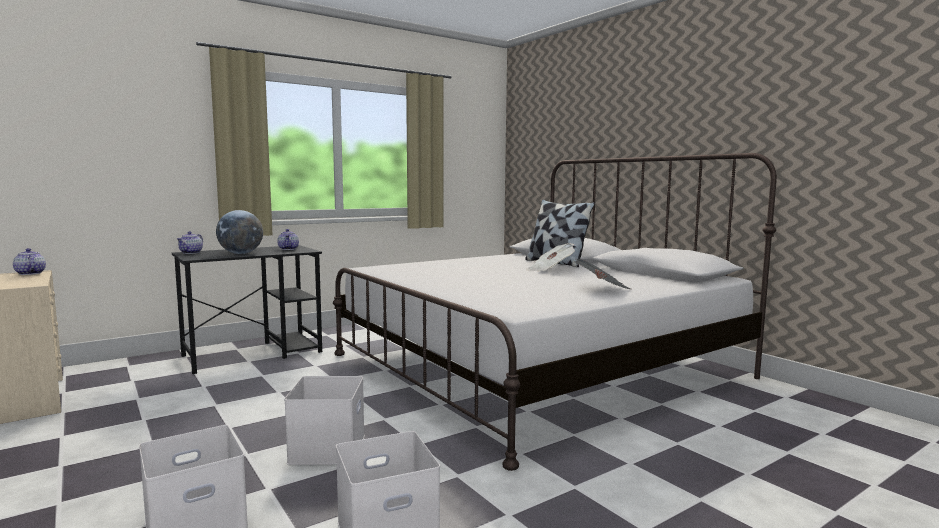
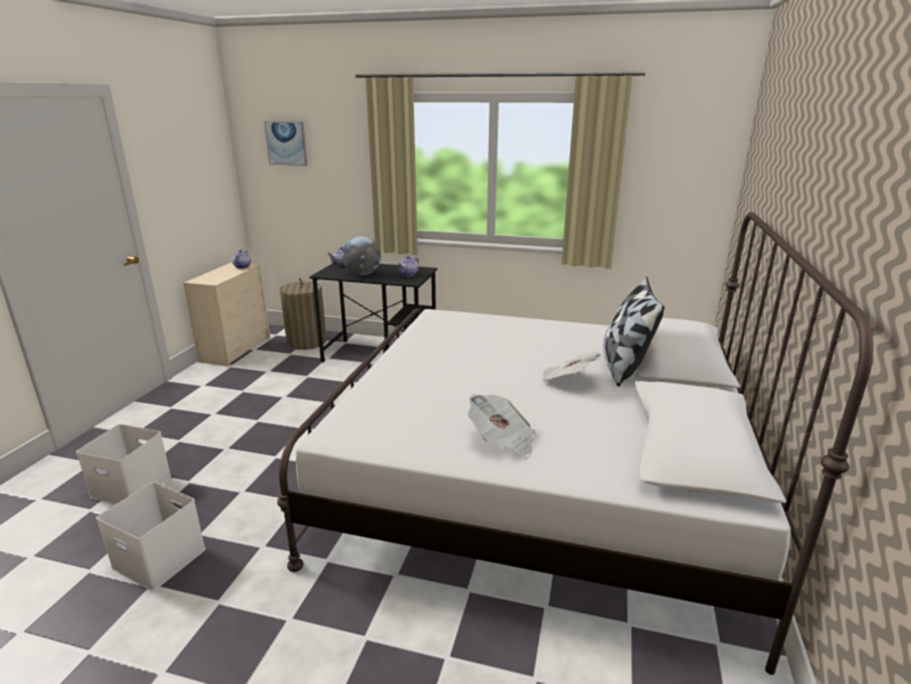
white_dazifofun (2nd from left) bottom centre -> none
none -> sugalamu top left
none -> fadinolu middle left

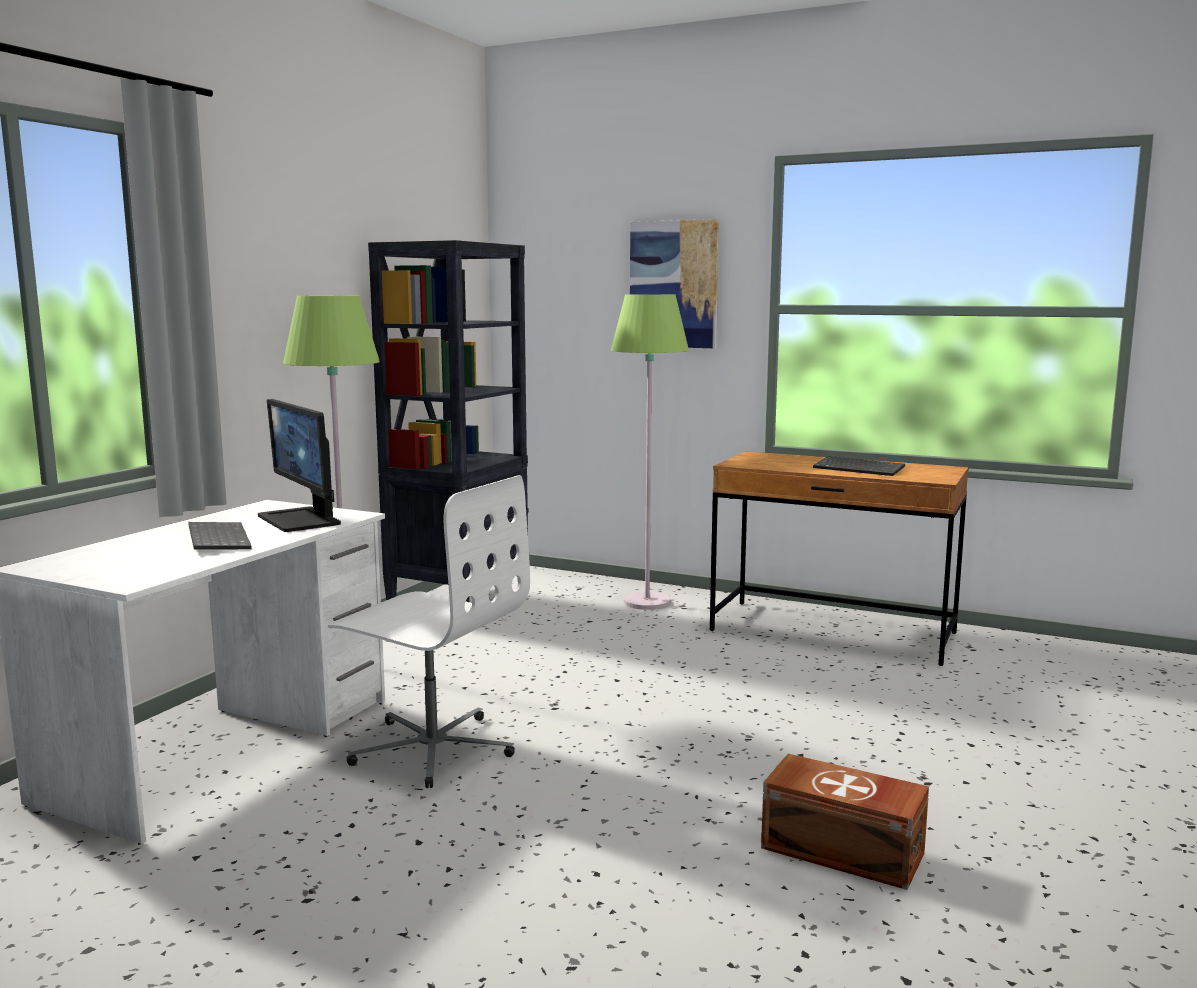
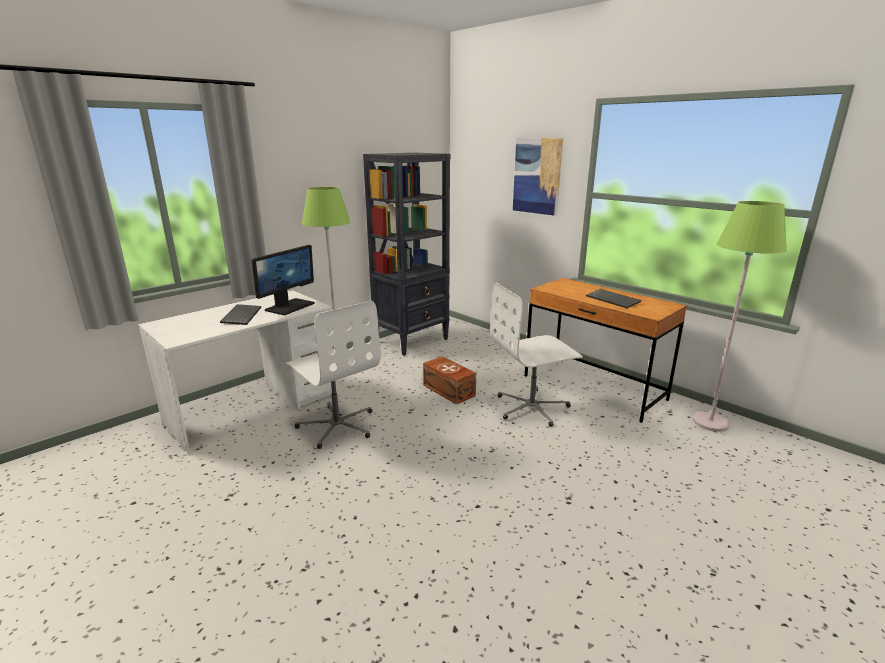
none -> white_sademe (2nd from left) centre
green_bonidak (2nd from left) centre -> green_bonidak (2nd from left) middle right, move
brown_dazifofun bottom right -> brown_dazifofun centre, move
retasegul middle left, 135 degrees counterclockwise

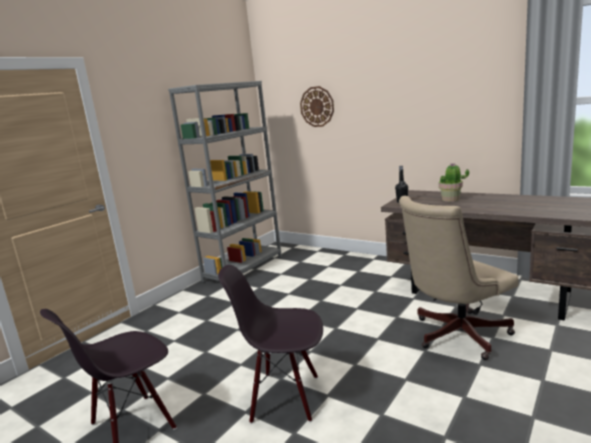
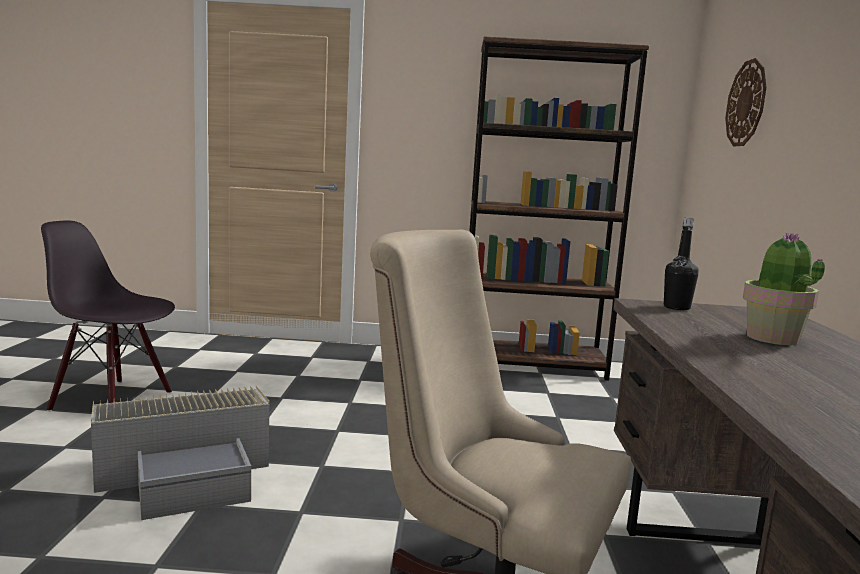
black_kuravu (2nd from left) bottom centre -> grey_dazifofun bottom left
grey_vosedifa centre -> brown_vosedifa centre

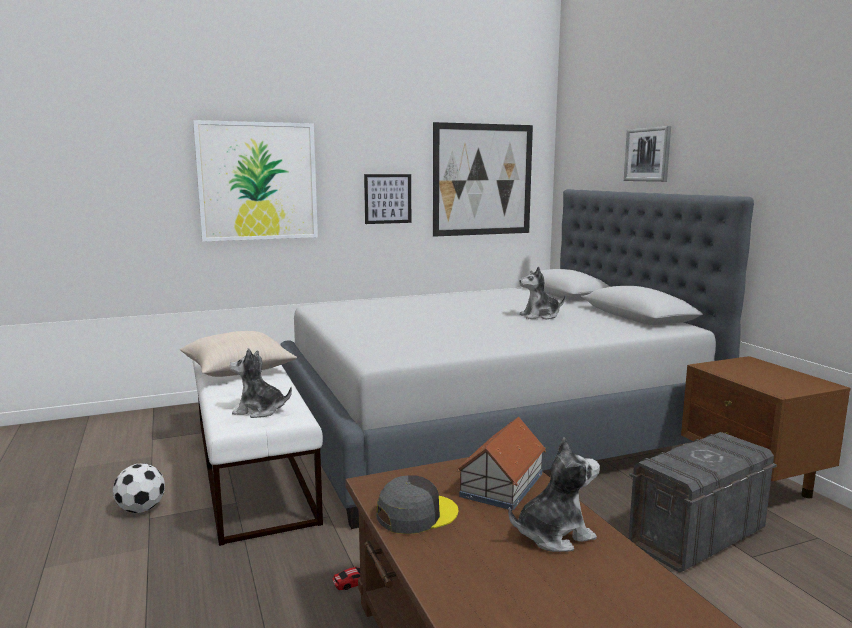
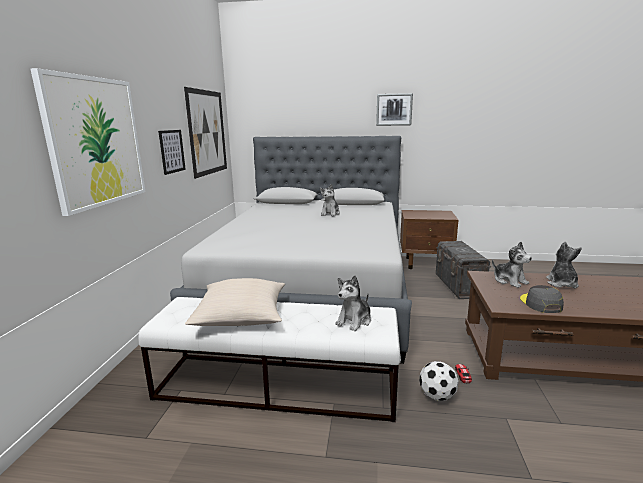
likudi bottom left -> likudi bottom right, move
sugalamu (4th from left) top right -> sugalamu (4th from left) top centre, move
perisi bottom centre -> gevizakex (3rd from left) middle right

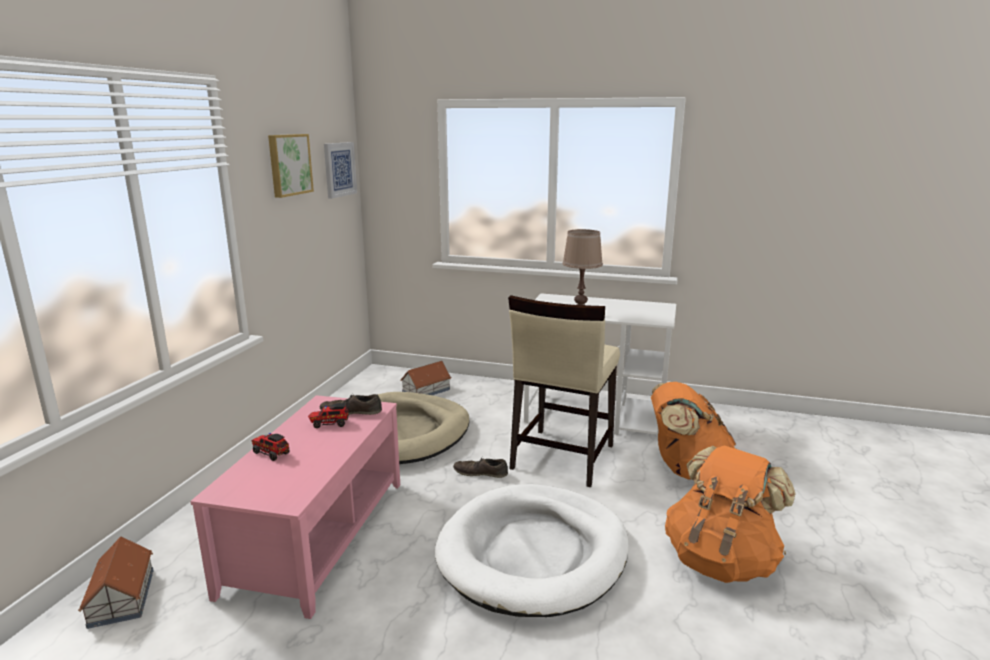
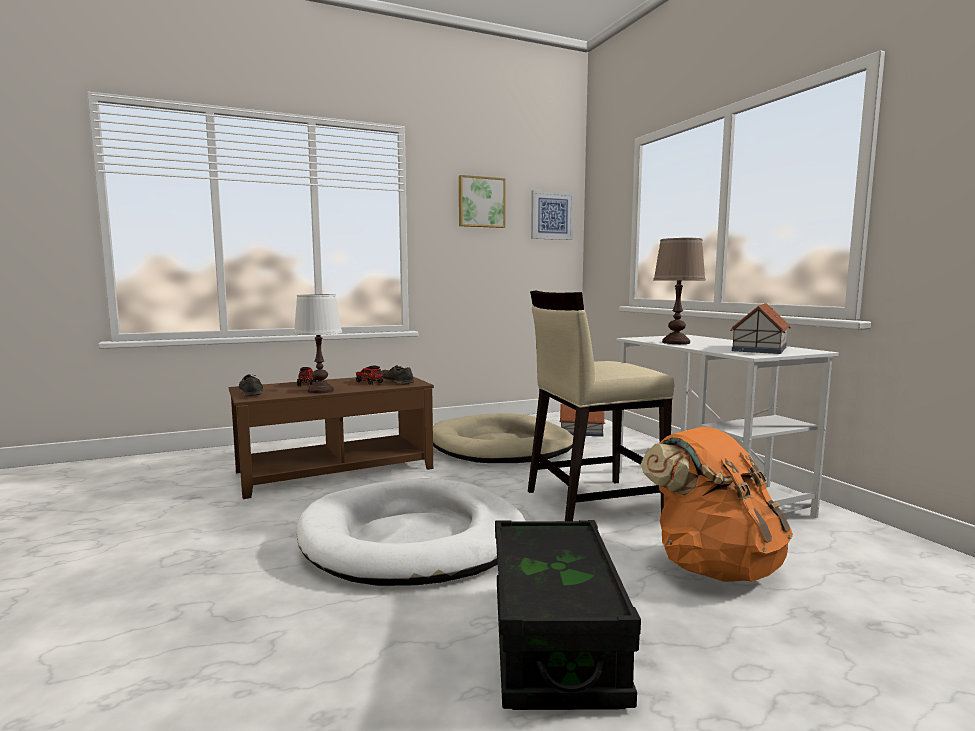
none -> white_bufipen middle left
perisi (1st from left in the first image) bottom left -> perisi (2nd from left) middle right, move
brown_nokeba (2nd from left in the first image) bottom centre -> brown_nokeba (1st from left) middle left, move
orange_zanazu (2nd from left) bottom right -> black_dazifofun bottom centre
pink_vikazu bottom left -> brown_vikazu centre

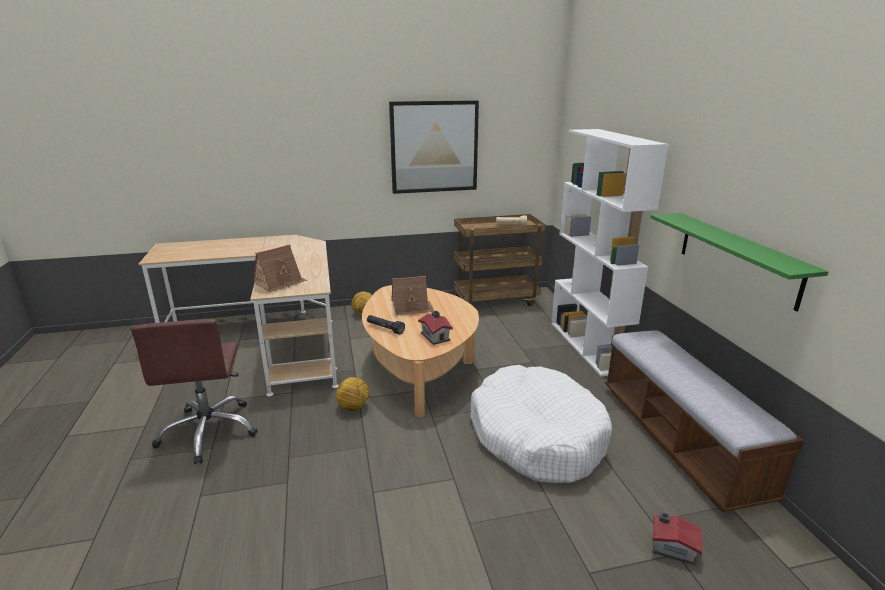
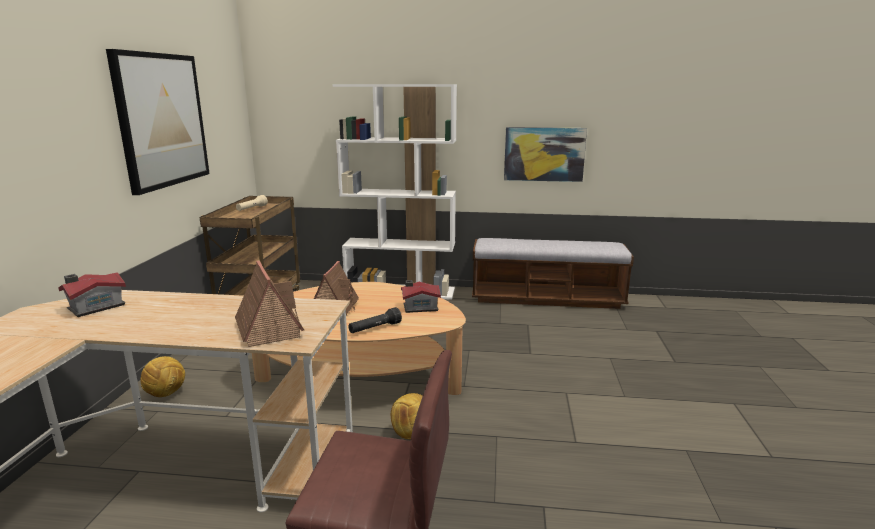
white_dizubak bottom centre -> none
perisi (4th from left in the first image) bottom right -> perisi (1st from left) middle left, move
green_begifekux middle right -> sugalamu (2nd from left) top centre

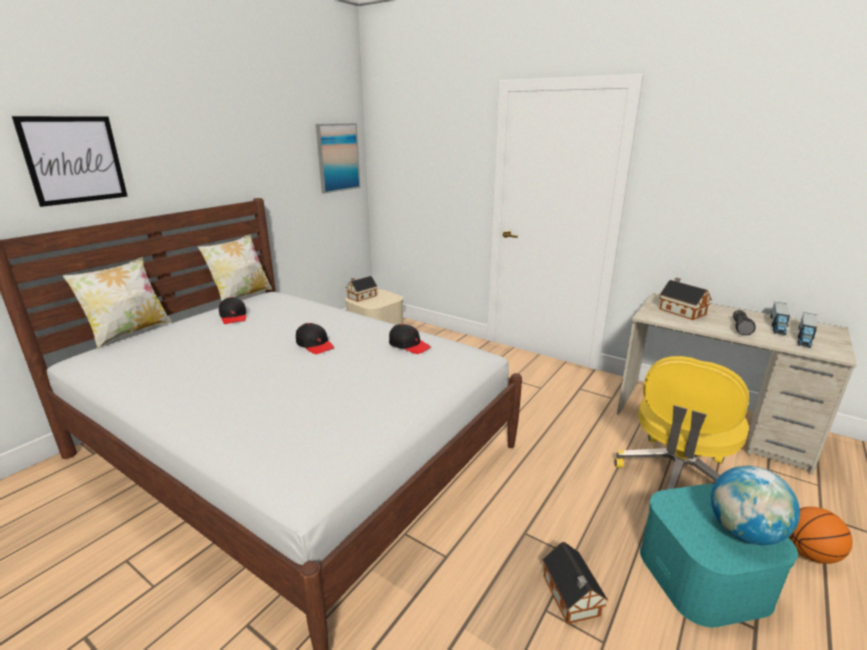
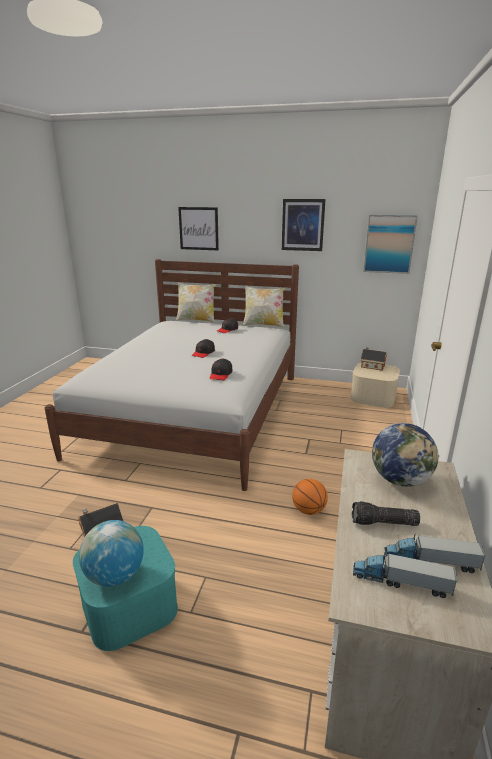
yellow_sademe middle right -> none
none -> sugalamu (2nd from left) top centre
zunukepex bottom right -> zunukepex centre, move
perisi (3rd from left) middle right -> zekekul (2nd from left) middle right

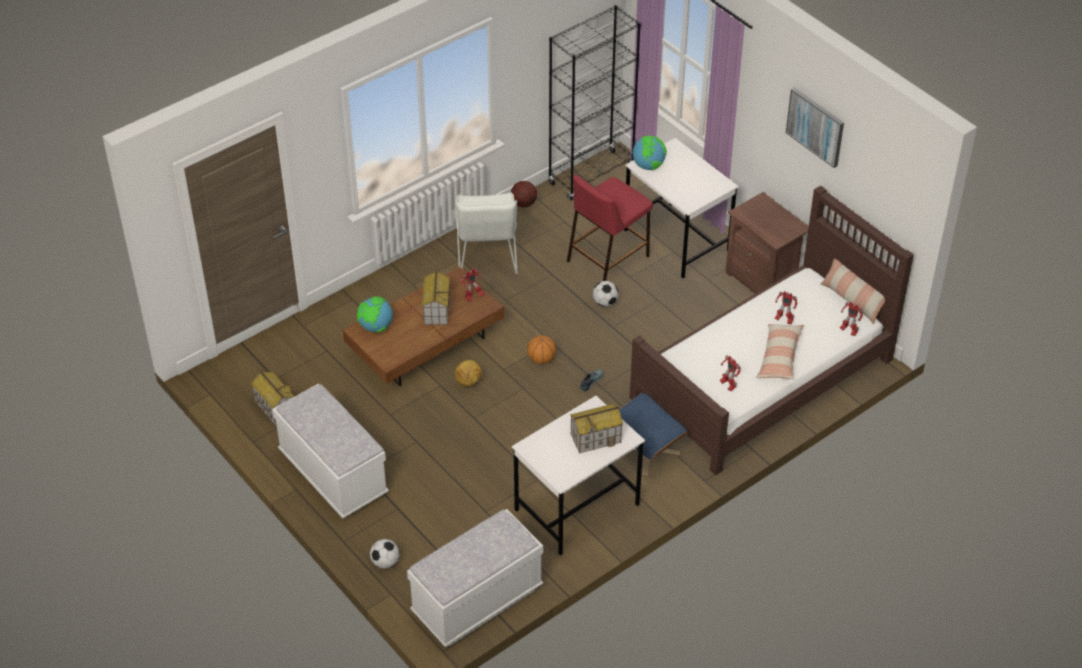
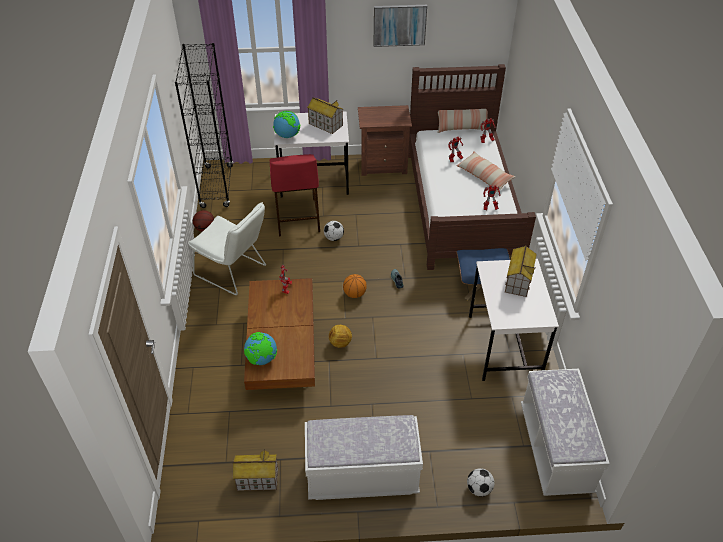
perisi (2nd from left) centre -> perisi (2nd from left) top centre, move

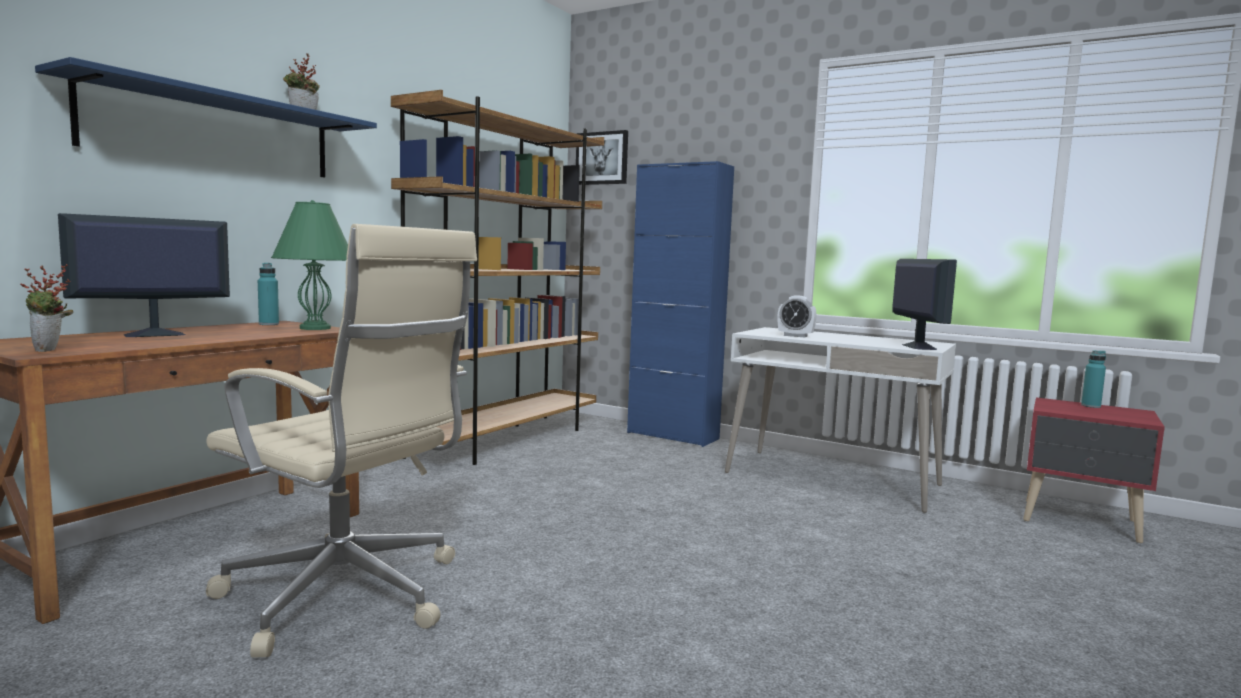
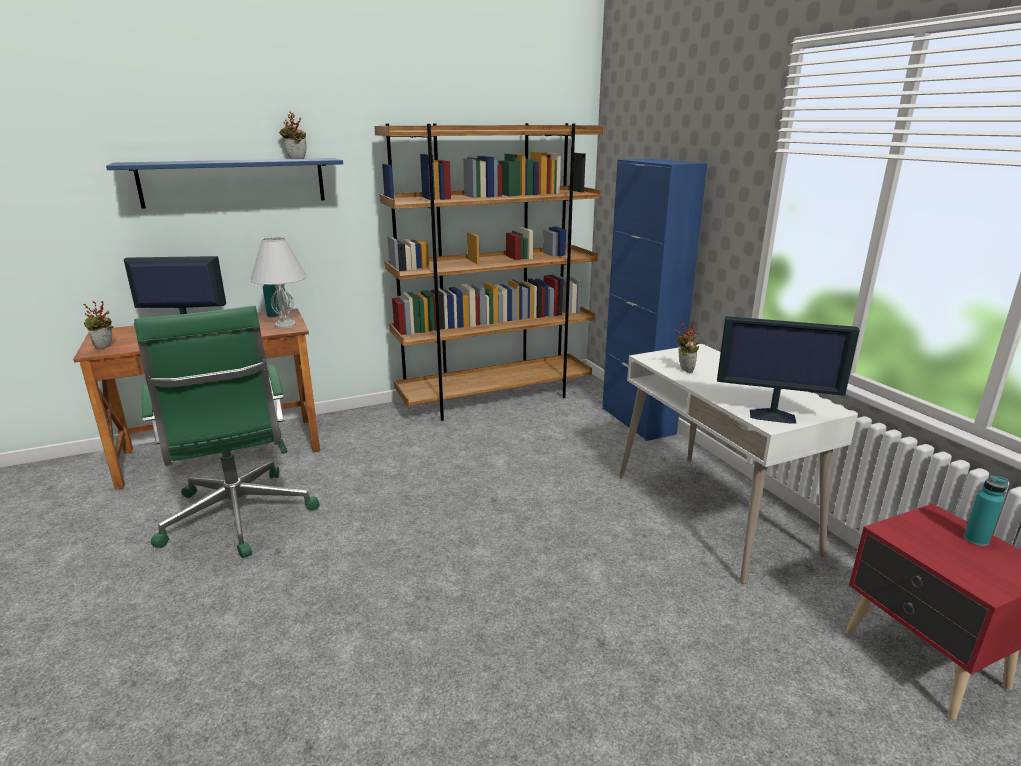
sugalamu top centre -> none
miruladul centre -> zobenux (3rd from left) middle right
beige_sademe middle left -> green_sademe middle left
green_bufipen middle left -> white_bufipen middle left
retasegul (2nd from left) middle right, 75 degrees clockwise

